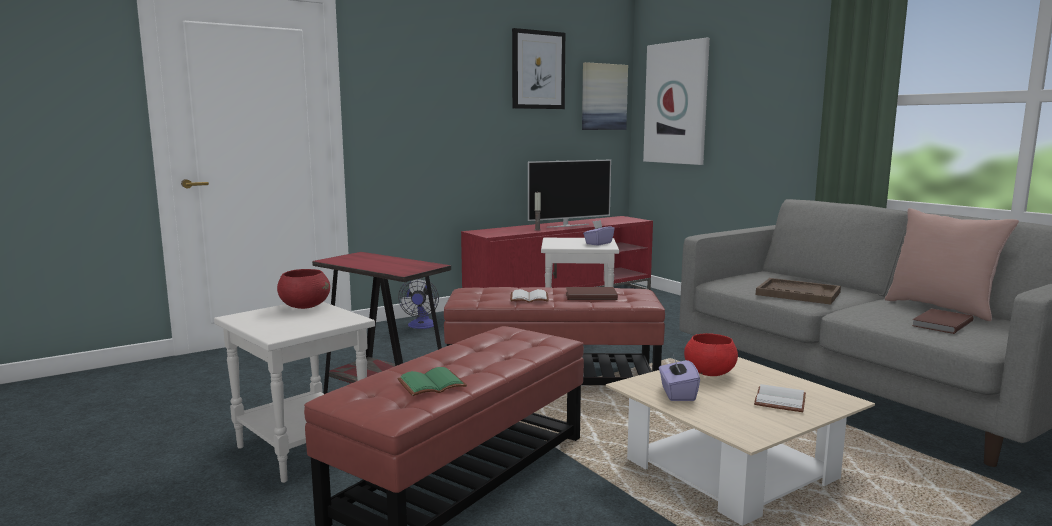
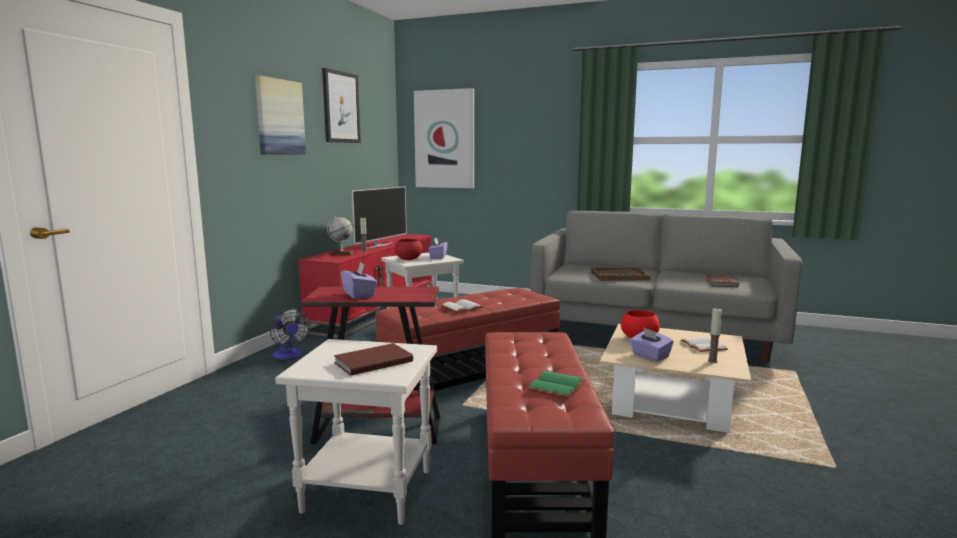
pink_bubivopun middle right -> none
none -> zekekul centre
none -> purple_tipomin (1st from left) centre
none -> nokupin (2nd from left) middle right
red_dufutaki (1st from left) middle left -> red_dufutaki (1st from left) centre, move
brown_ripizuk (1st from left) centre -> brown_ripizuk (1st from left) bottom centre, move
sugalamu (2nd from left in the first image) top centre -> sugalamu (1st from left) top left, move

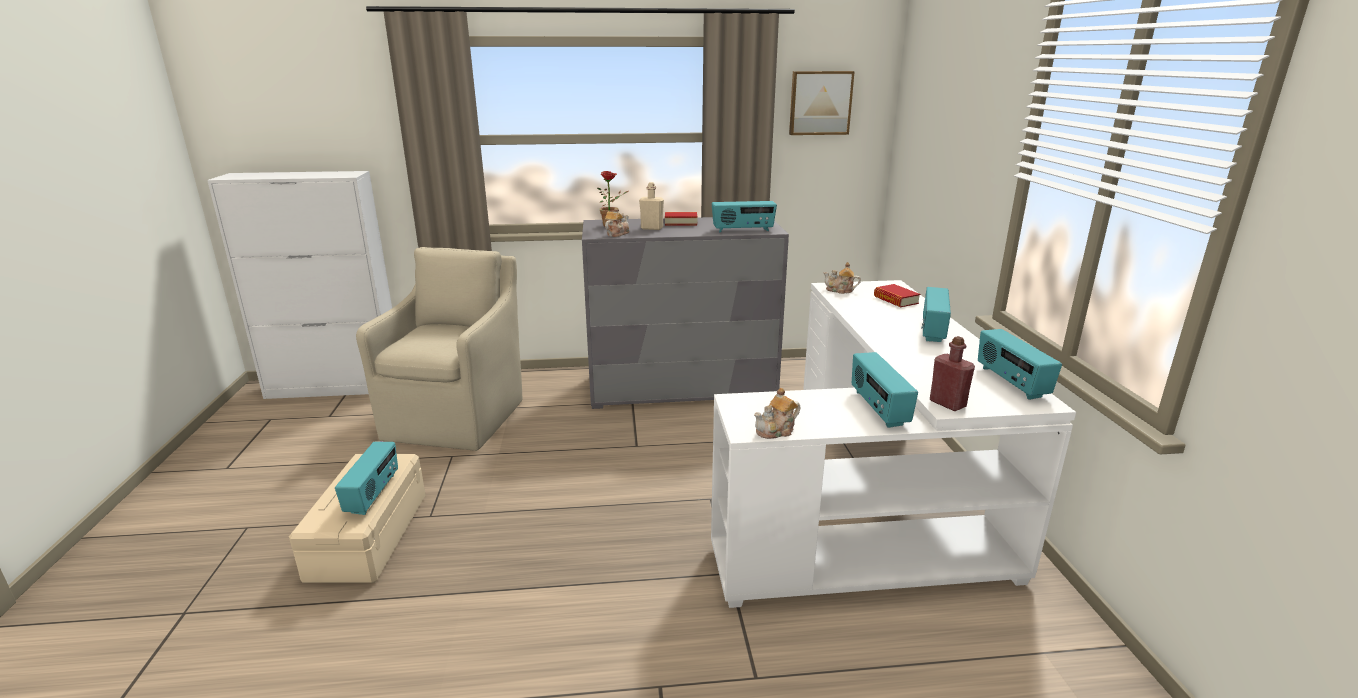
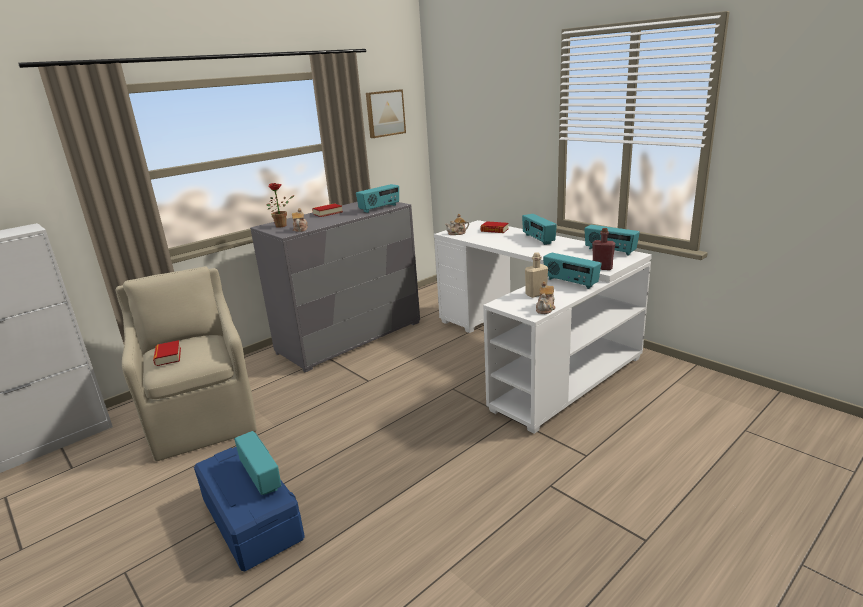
none -> ripizuk (1st from left) middle left
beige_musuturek top centre -> beige_musuturek centre, move
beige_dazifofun bottom left -> blue_dazifofun bottom left

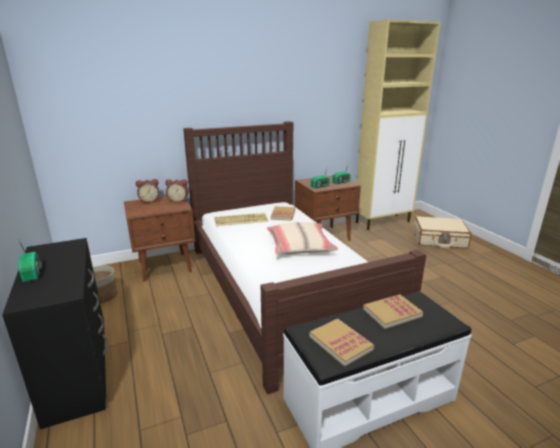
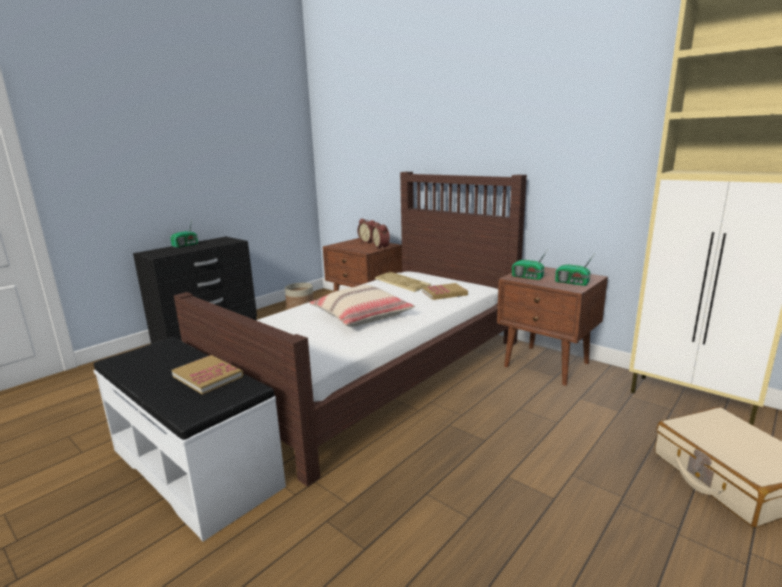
ripizuk (2nd from left) bottom centre -> none

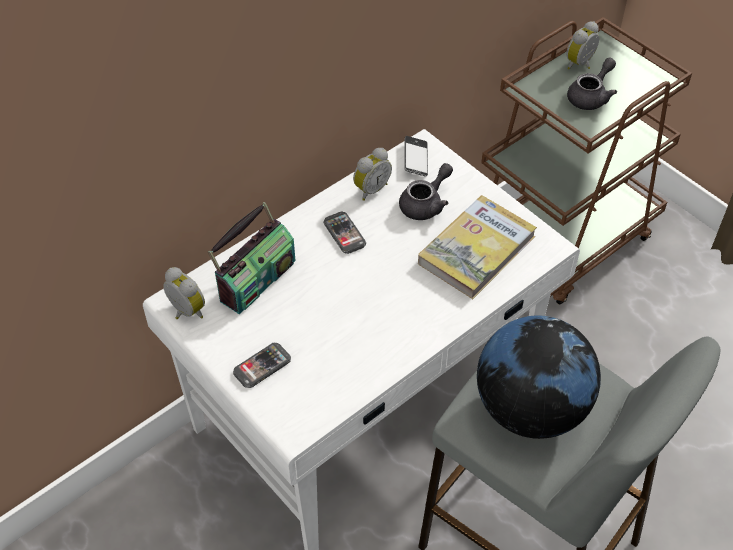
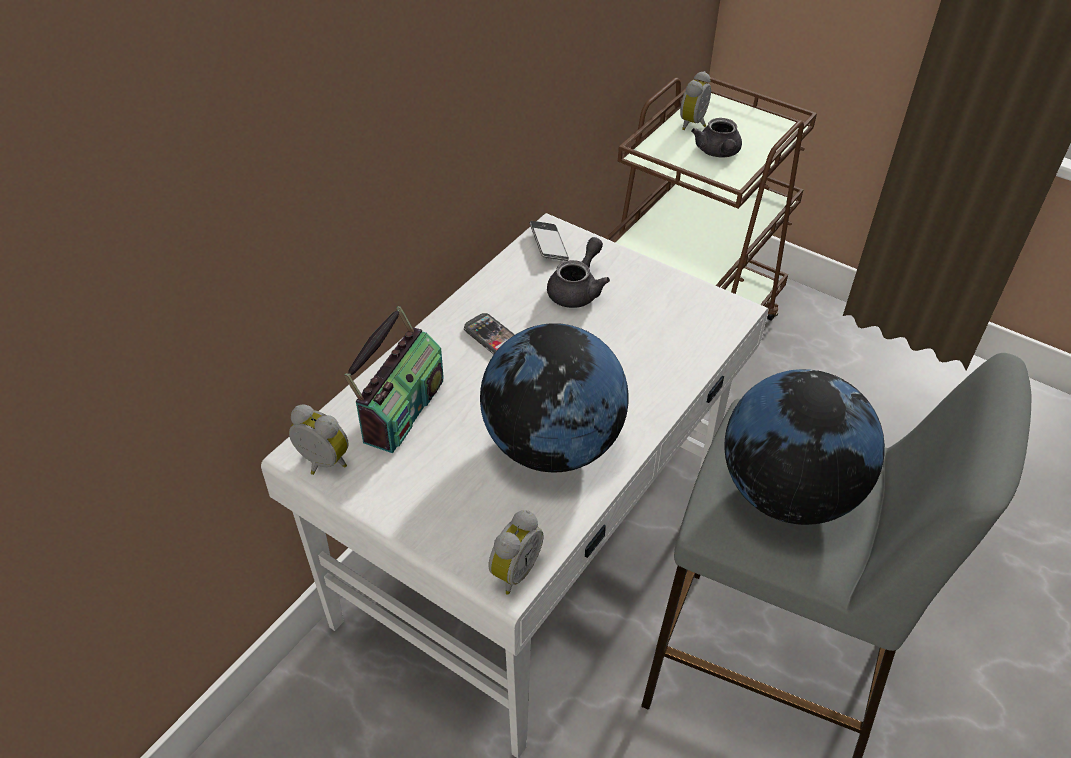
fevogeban (1st from left) centre -> none
ripizuk centre -> none
none -> zekekul (1st from left) centre
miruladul (2nd from left) top centre -> miruladul (2nd from left) bottom centre, move
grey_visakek (2nd from left) top right, 150 degrees clockwise

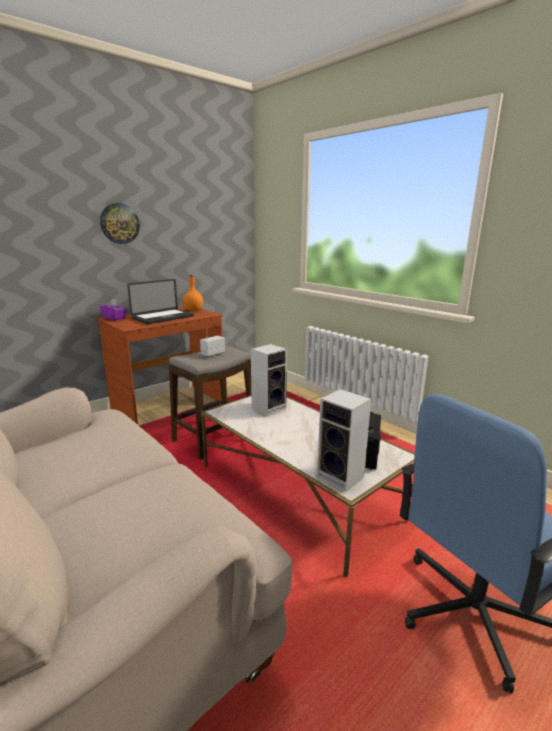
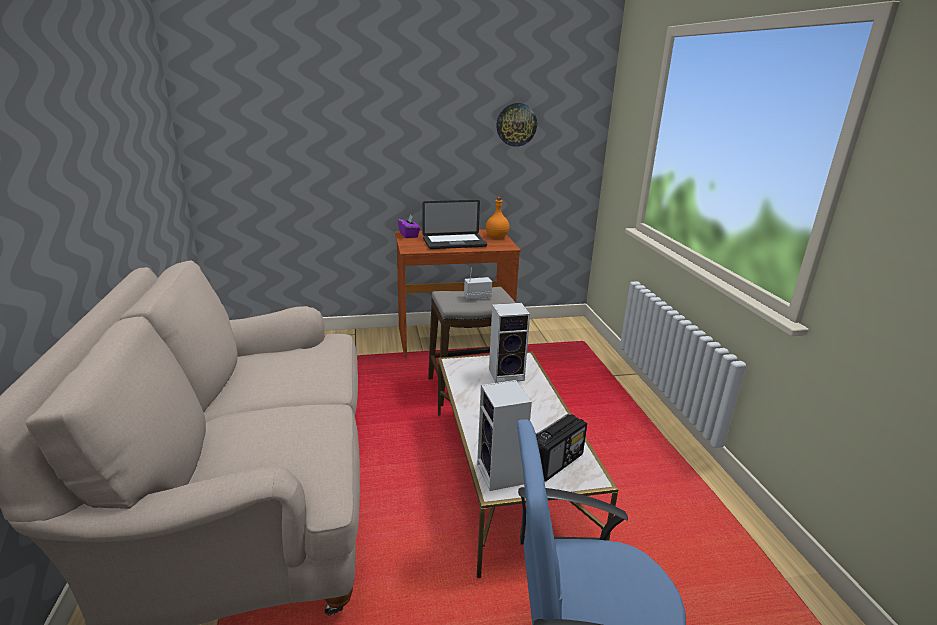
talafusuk top left -> talafusuk top centre, move

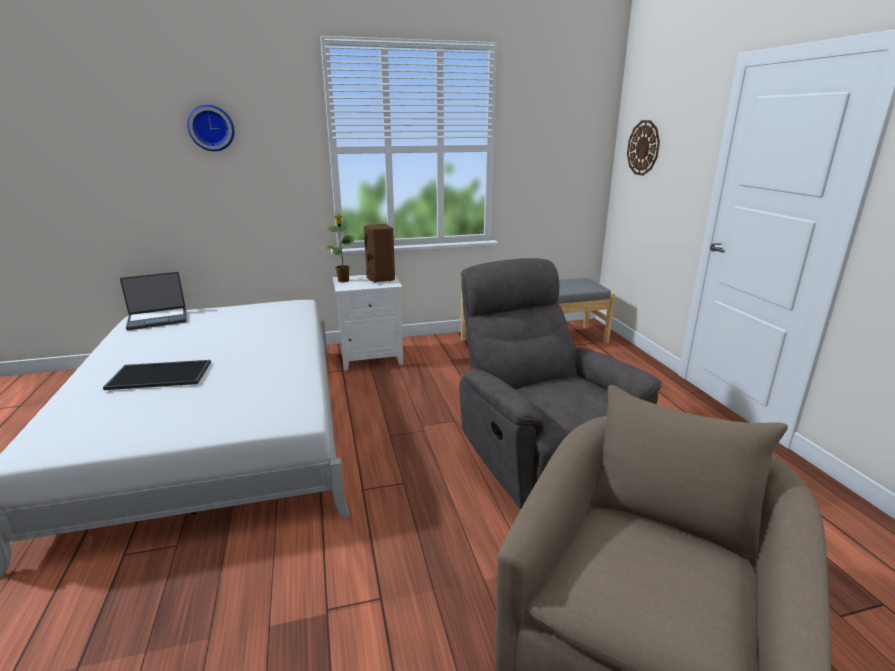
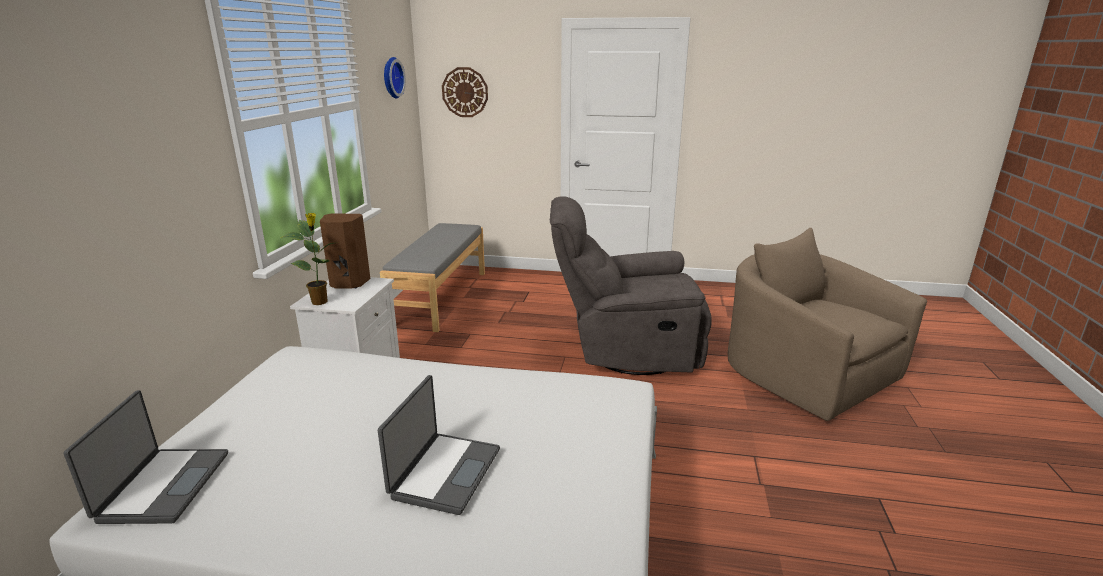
talafusuk (1st from left) top left -> talafusuk (1st from left) top centre, move
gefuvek middle left -> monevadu (2nd from left) bottom centre

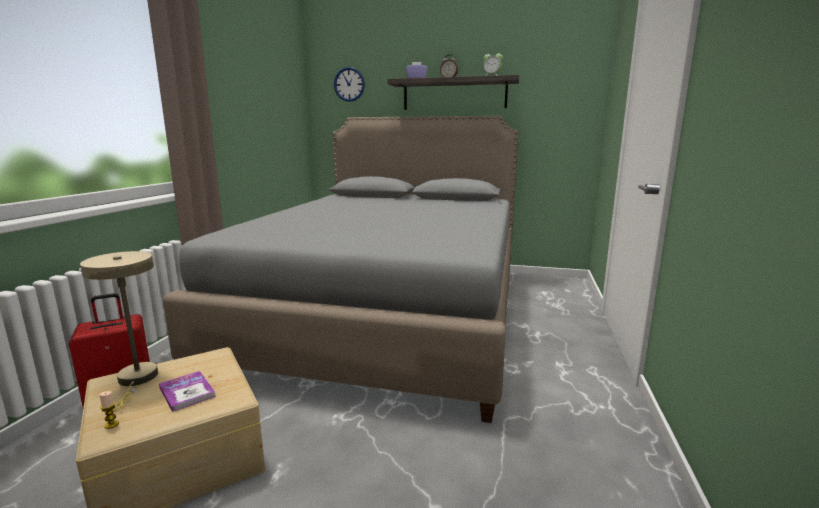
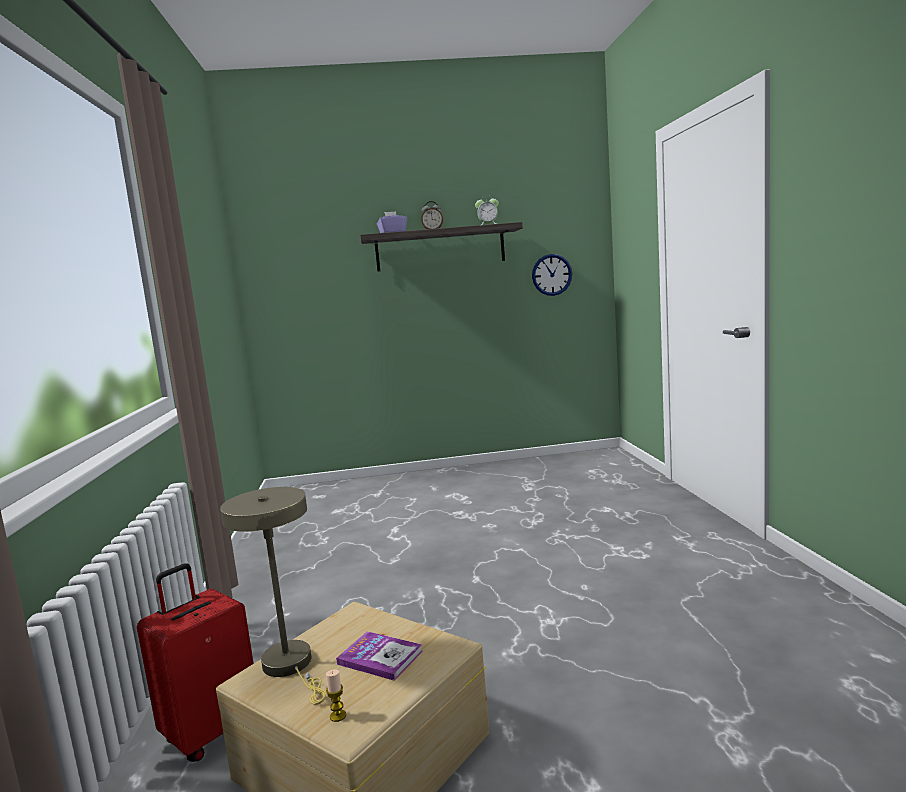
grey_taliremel centre -> none
talafusuk top centre -> talafusuk centre, move

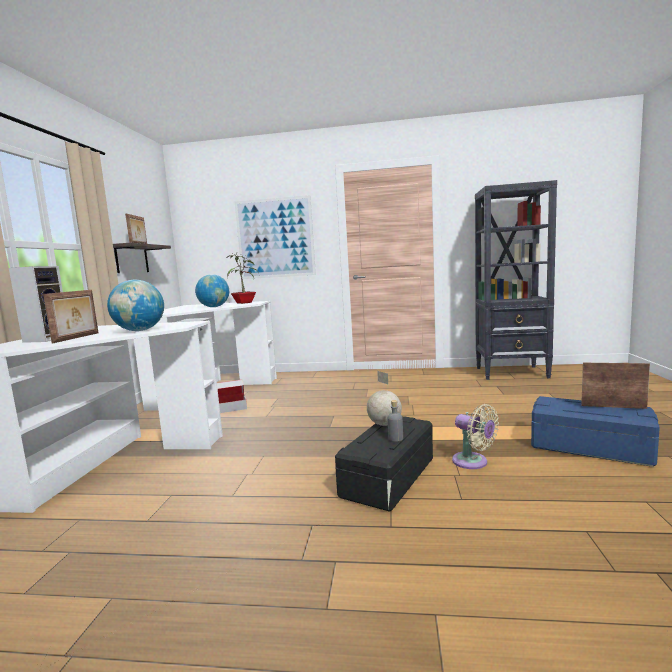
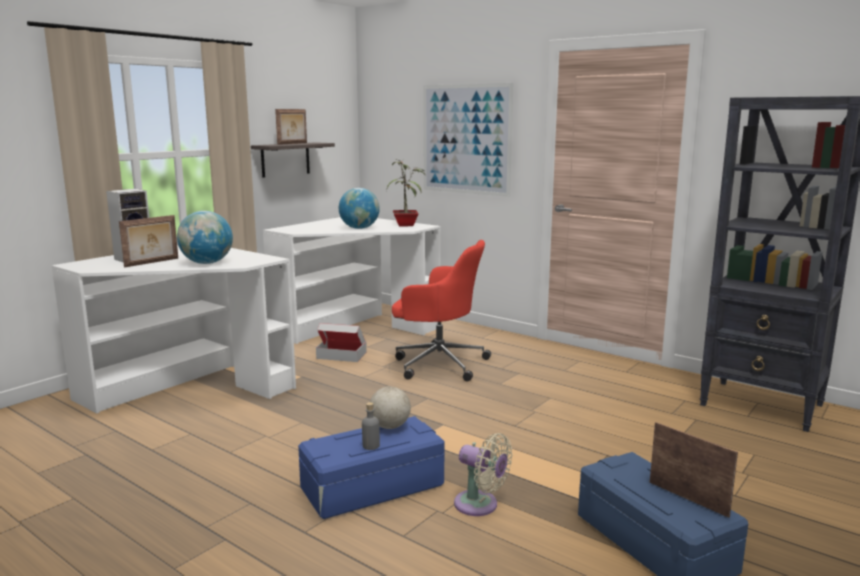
none -> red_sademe centre
black_dazifofun bottom centre -> blue_dazifofun (1st from left) bottom centre
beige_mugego middle right -> beige_mugego bottom centre, 45 degrees counterclockwise

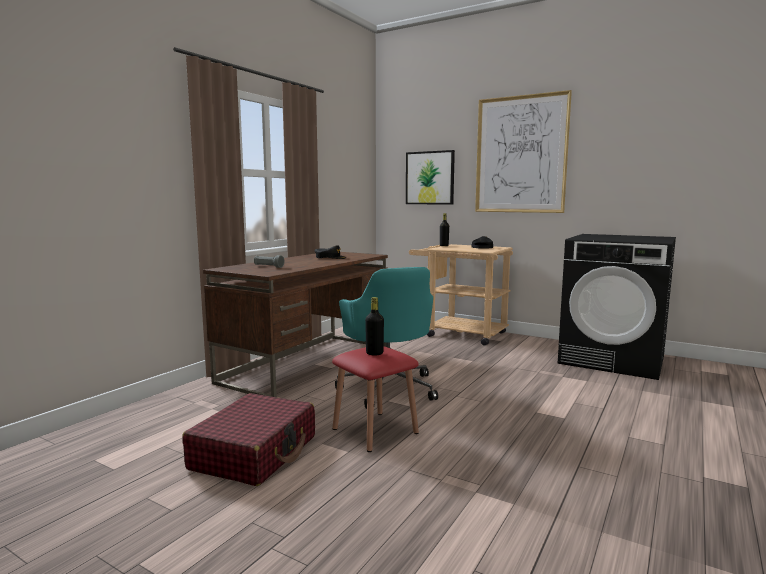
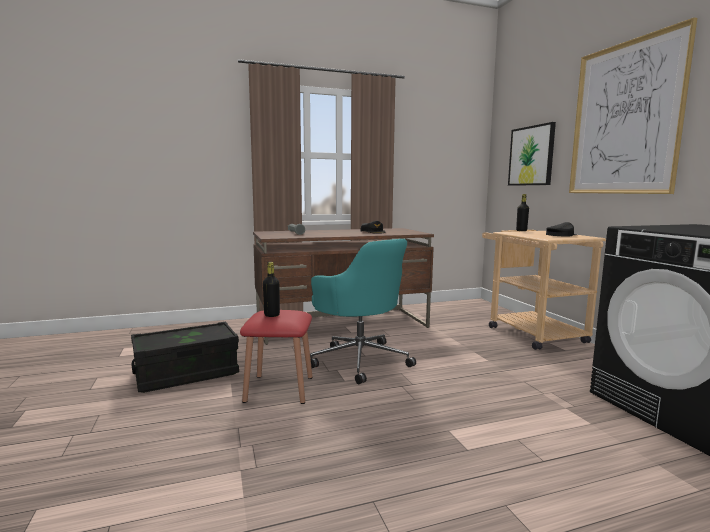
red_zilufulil bottom left -> black_dazifofun bottom left
turquoise_sademe centre, 60 degrees counterclockwise

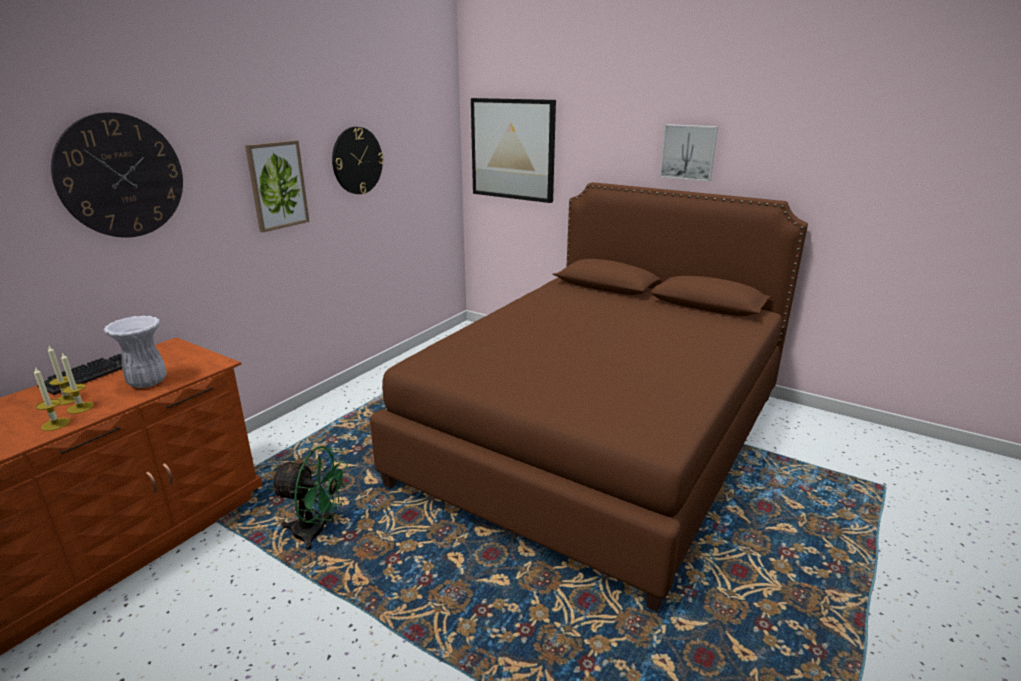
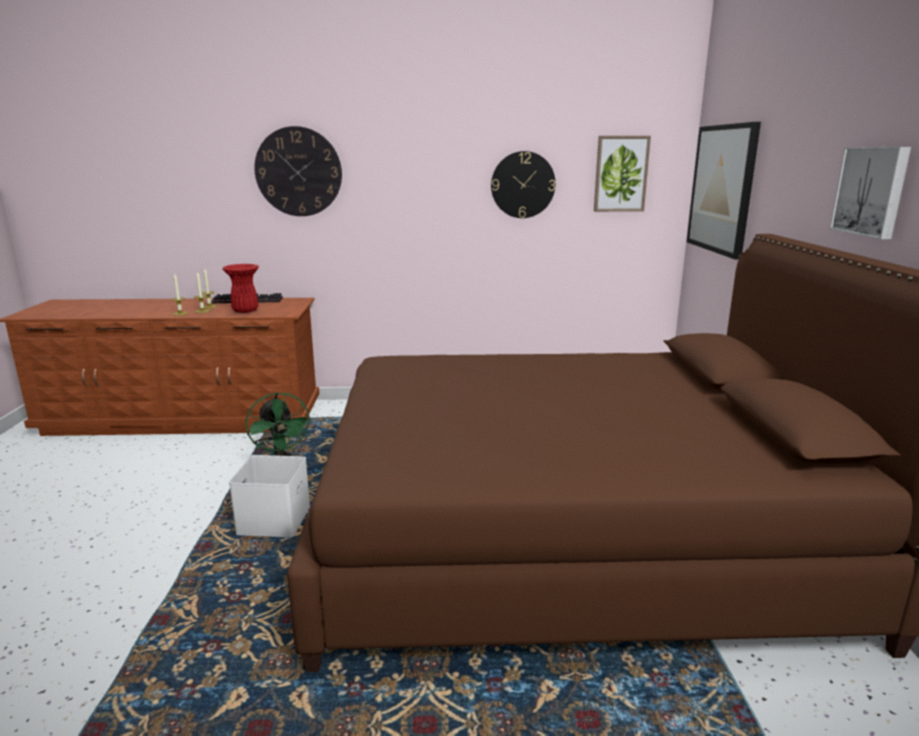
none -> white_dazifofun bottom left
sugalamu (1st from left) top left -> sugalamu (1st from left) top right, move
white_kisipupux middle left -> red_kisipupux middle left

